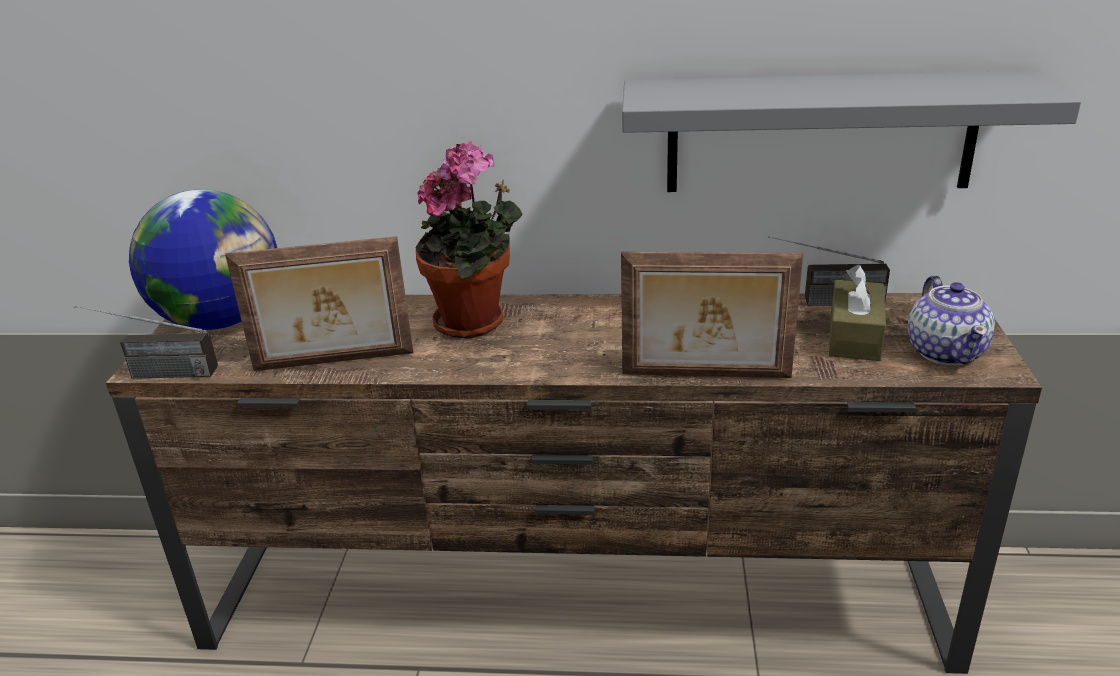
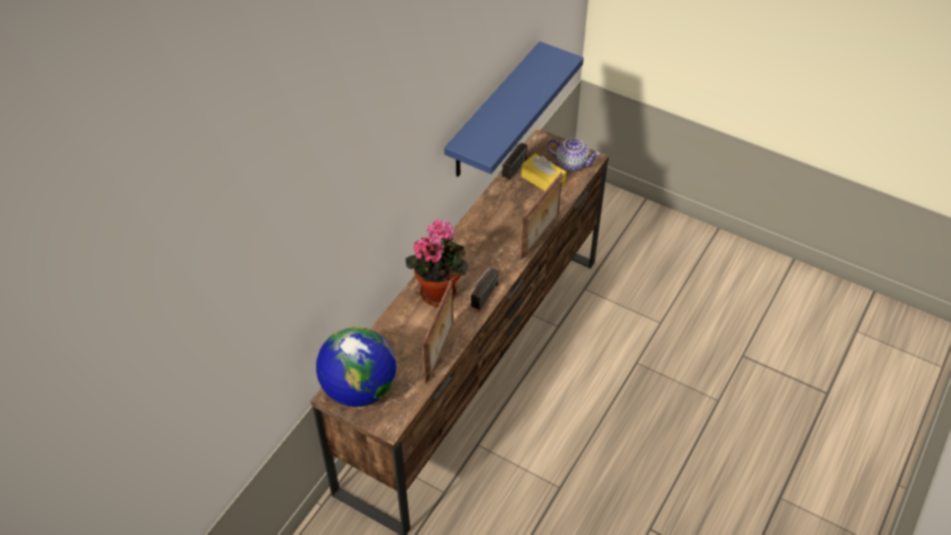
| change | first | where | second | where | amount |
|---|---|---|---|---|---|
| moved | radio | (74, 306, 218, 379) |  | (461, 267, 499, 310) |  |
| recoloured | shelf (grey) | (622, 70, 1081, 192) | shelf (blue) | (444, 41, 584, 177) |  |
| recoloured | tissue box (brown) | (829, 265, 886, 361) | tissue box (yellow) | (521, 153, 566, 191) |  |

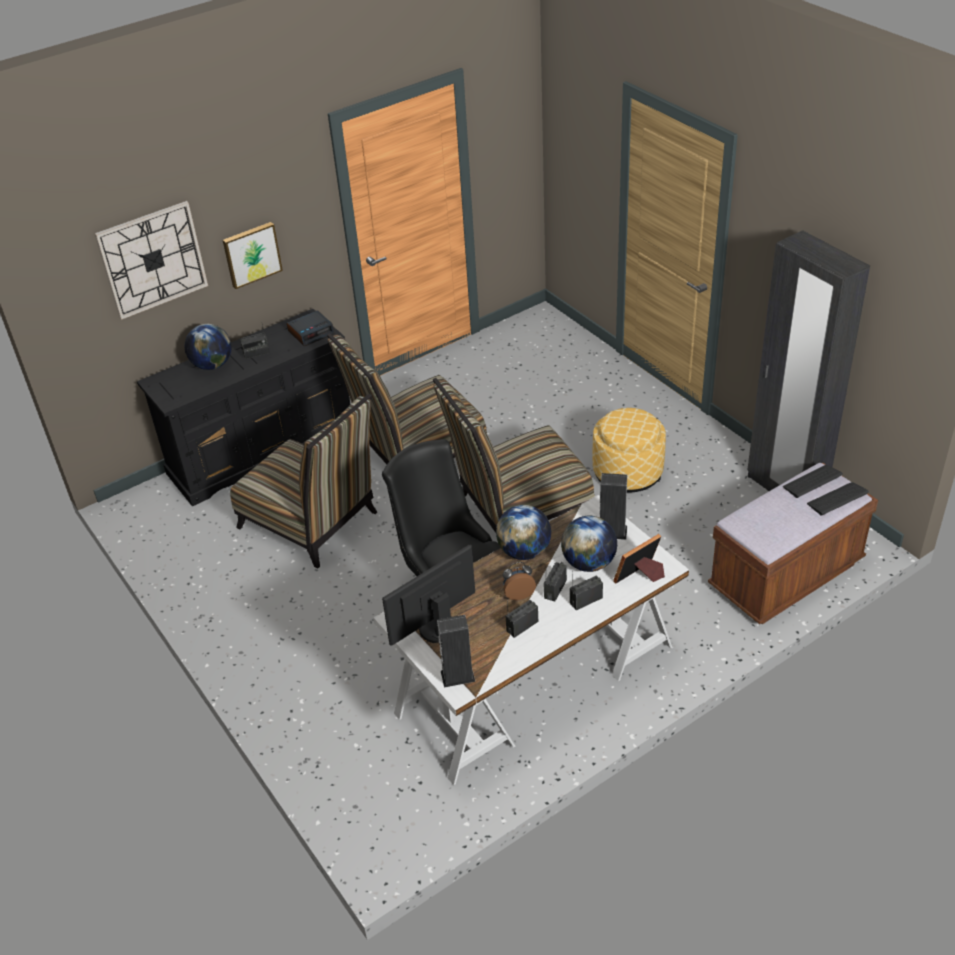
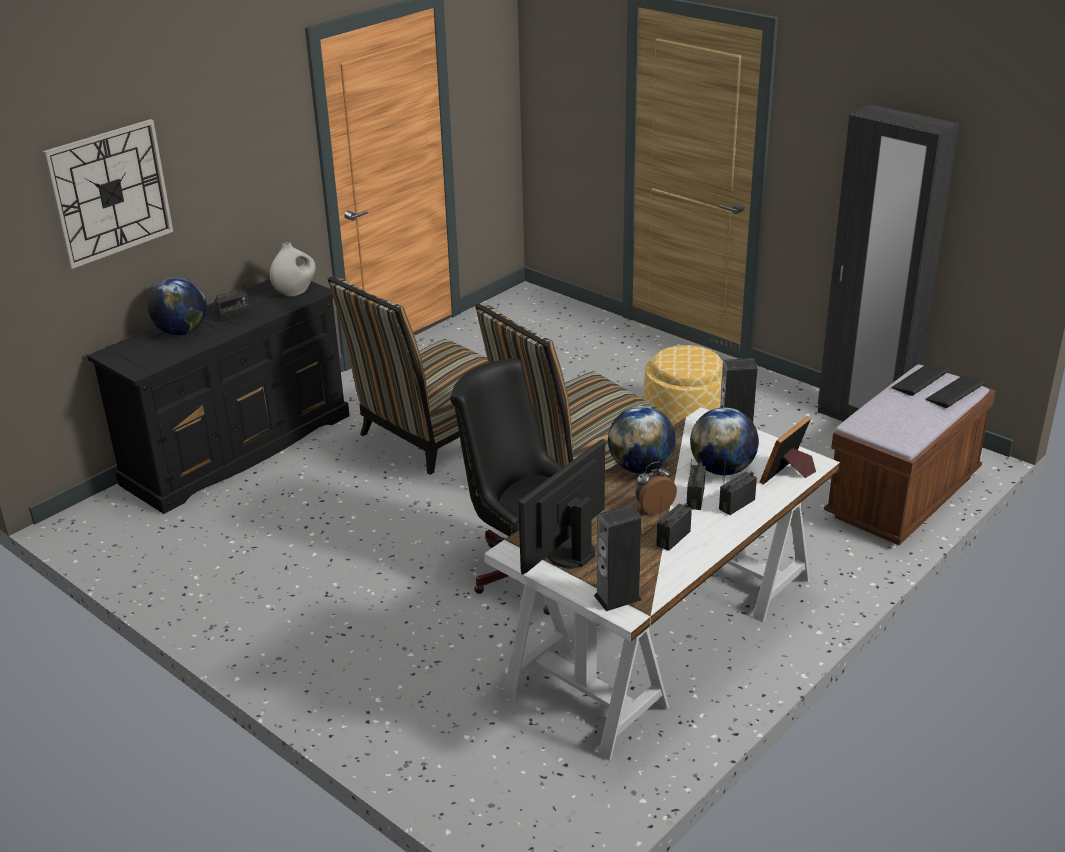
| change | first | where | second | where | amount |
|---|---|---|---|---|---|
| removed | picture | (223, 222, 283, 289) |  |  |  |
| removed | chair | (230, 394, 377, 569) |  |  |  |
| replaced | alarm clock | (287, 310, 335, 346) | vase (white) | (270, 242, 316, 296) |  |

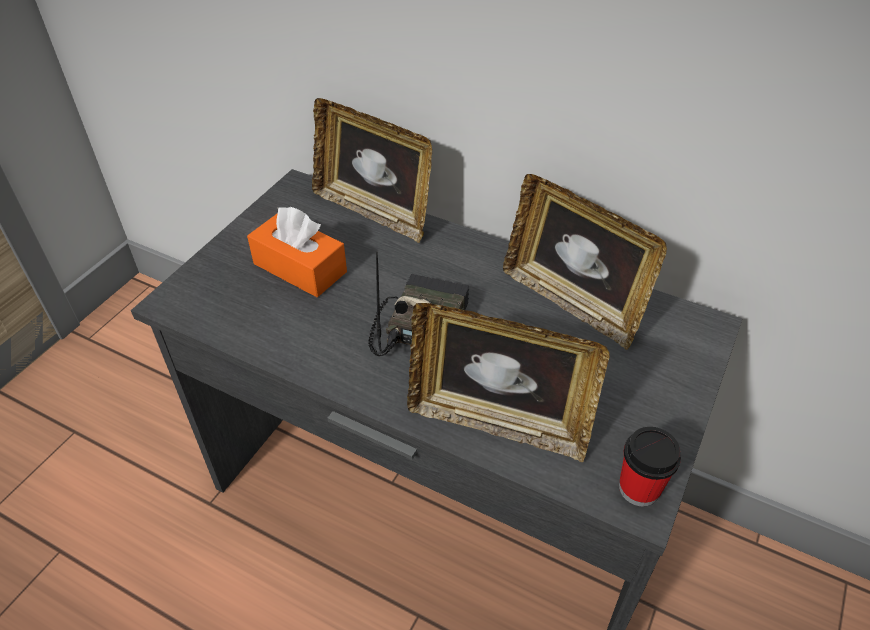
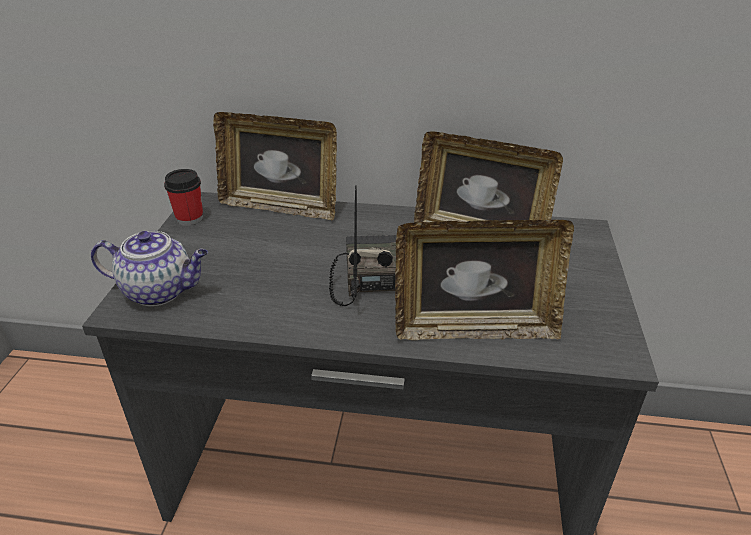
| change | first | where | second | where | amount |
|---|---|---|---|---|---|
| removed | tissue box (orange) | (247, 207, 347, 297) |  |  |  |
| added |  |  | teapot | (91, 231, 208, 306) |  |
| moved | cup | (619, 427, 681, 506) |  | (164, 169, 203, 226) |  |

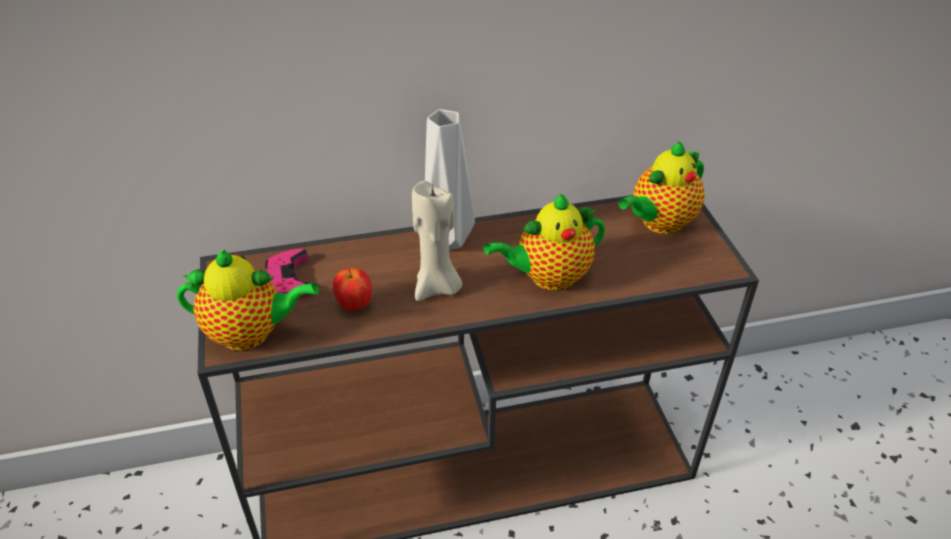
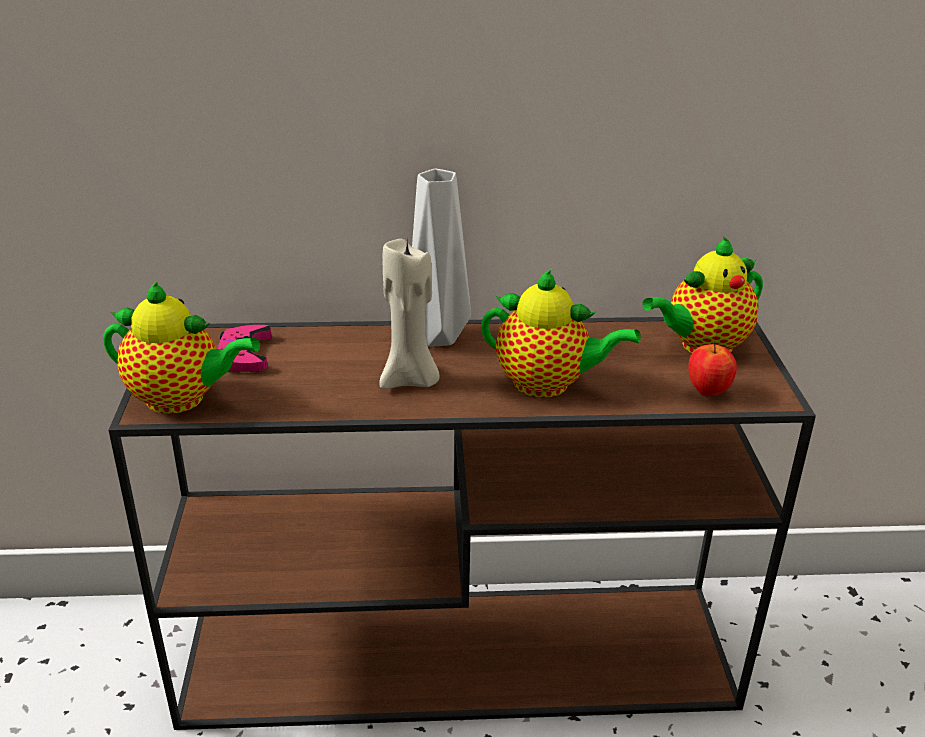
| change | first | where | second | where | amount |
|---|---|---|---|---|---|
| moved | apple | (333, 267, 372, 311) |  | (688, 342, 737, 397) |  |
| turned | teapot | (484, 193, 605, 291) |  | (481, 269, 641, 398) | 150 degrees counterclockwise |

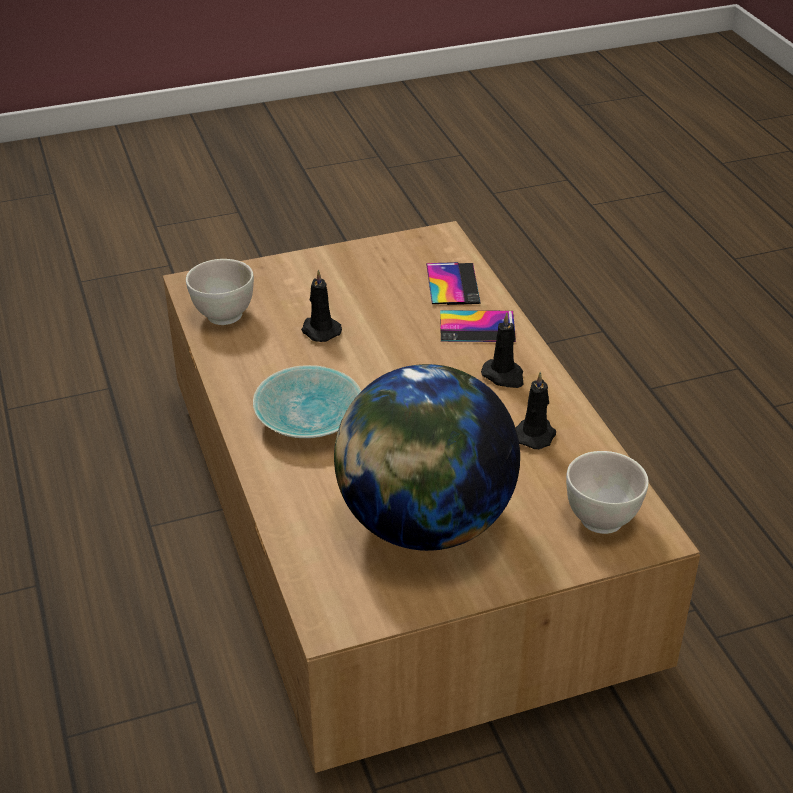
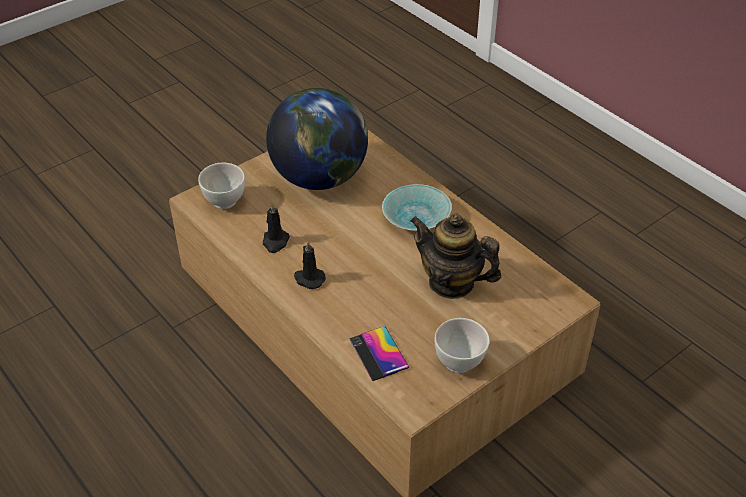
| change | first | where | second | where | amount |
|---|---|---|---|---|---|
| removed | phone | (440, 310, 516, 342) |  |  |  |
| moved | bowl (white) | (186, 259, 254, 325) |  | (435, 318, 490, 373) |  |
| replaced | candle (black) | (301, 270, 342, 342) | teapot | (410, 214, 502, 299) |  |

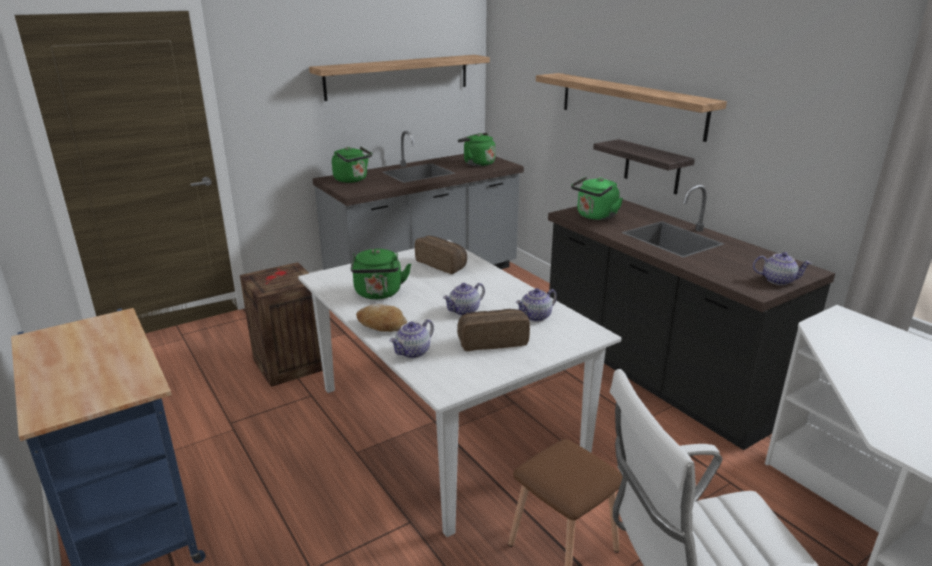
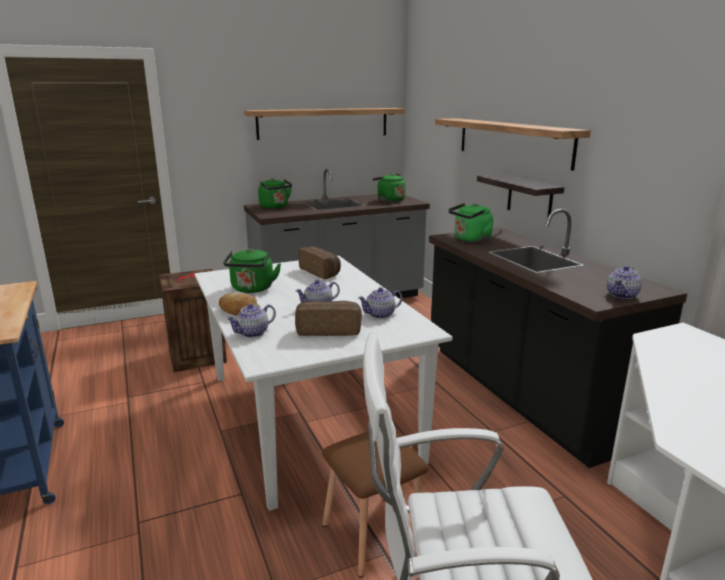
| change | first | where | second | where | amount |
|---|---|---|---|---|---|
| turned | teapot | (753, 252, 812, 285) |  | (607, 266, 642, 299) | 105 degrees clockwise |

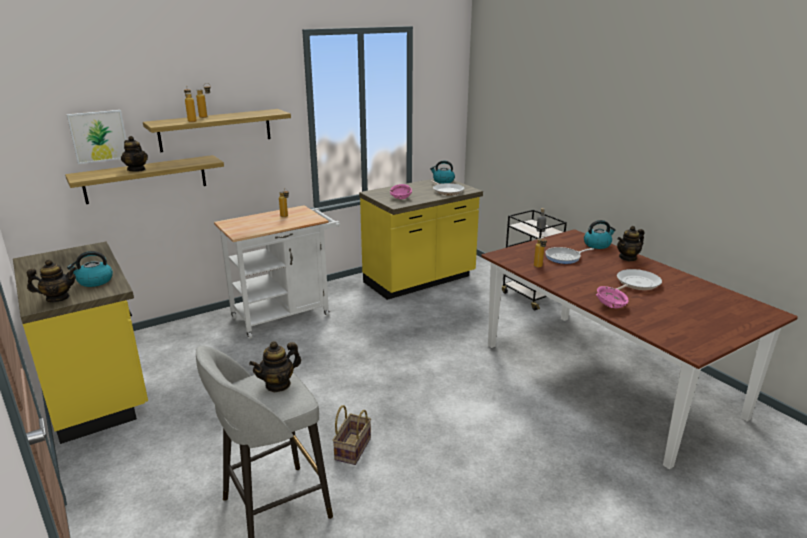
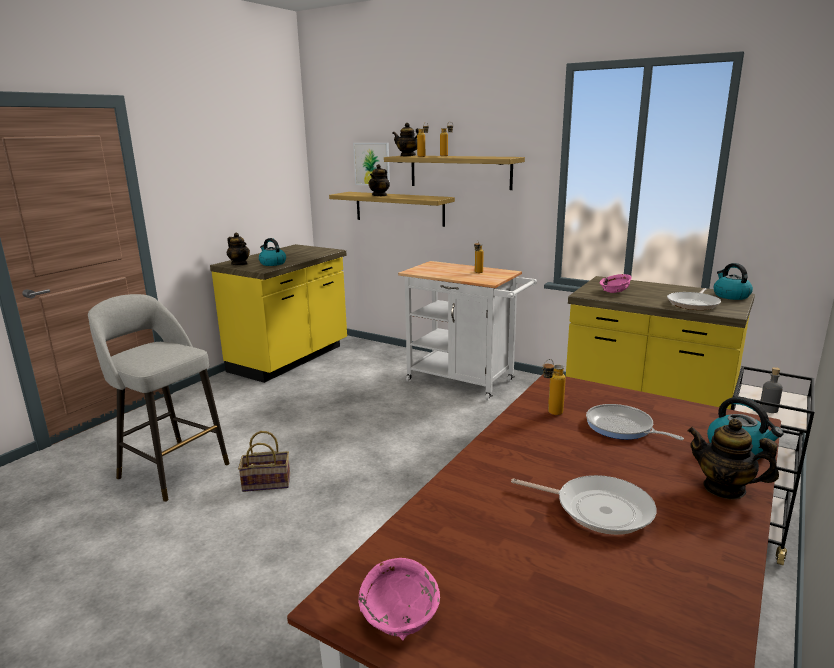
| change | first | where | second | where | amount |
|---|---|---|---|---|---|
| moved | teapot | (249, 341, 301, 392) |  | (392, 123, 419, 156) |  |
| moved | bowl (pink) | (596, 286, 628, 308) |  | (358, 558, 440, 641) |  |

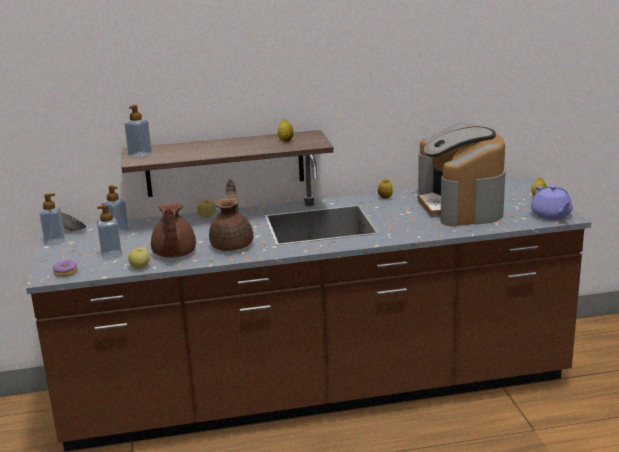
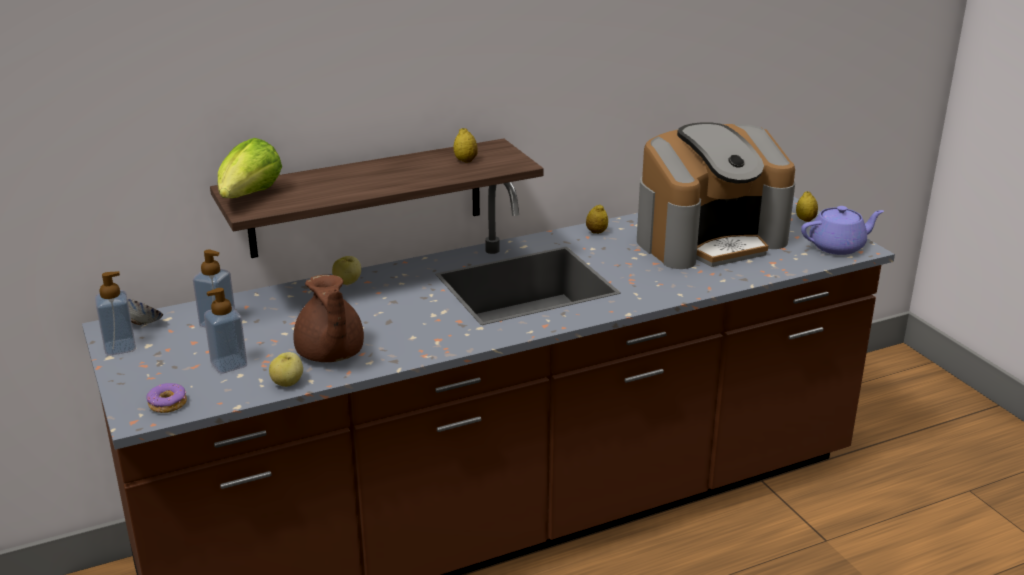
| change | first | where | second | where | amount |
|---|---|---|---|---|---|
| removed | teapot (brown) | (209, 179, 253, 251) |  |  |  |
| replaced | soap dispenser | (124, 105, 152, 158) | lettuce | (217, 138, 282, 198) |  |
| turned | coffee machine | (418, 123, 506, 227) |  | (637, 122, 795, 269) | 90 degrees counterclockwise |
| turned | teapot (purple) | (531, 185, 572, 220) |  | (801, 206, 884, 255) | 75 degrees counterclockwise |

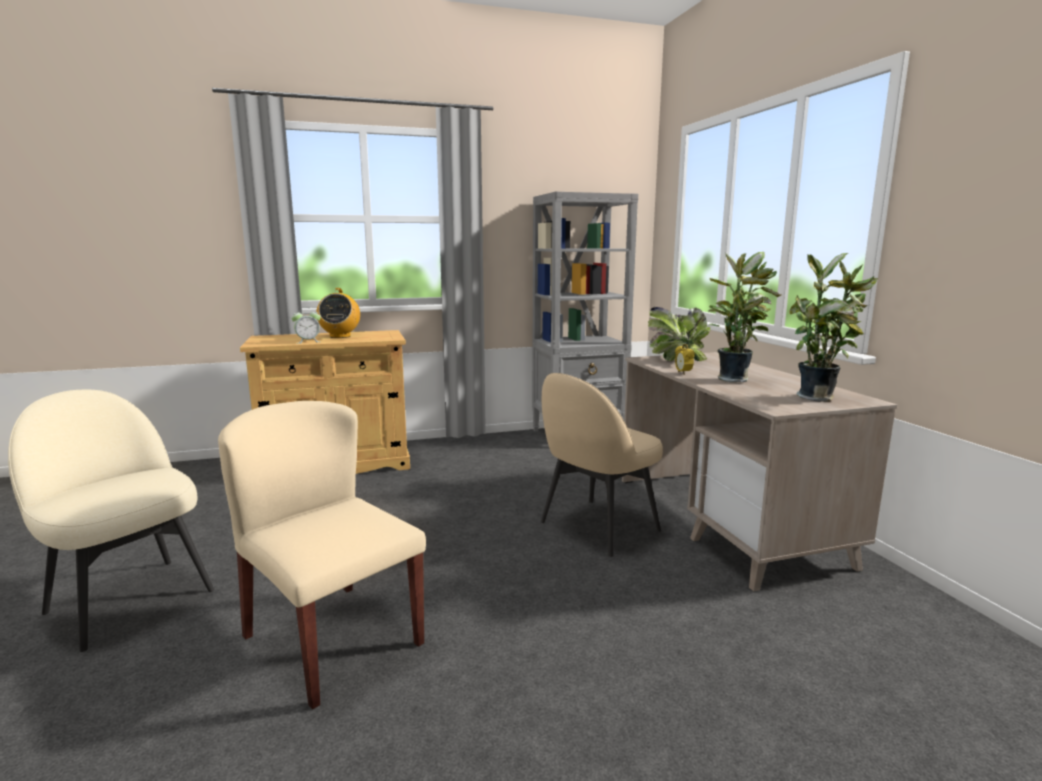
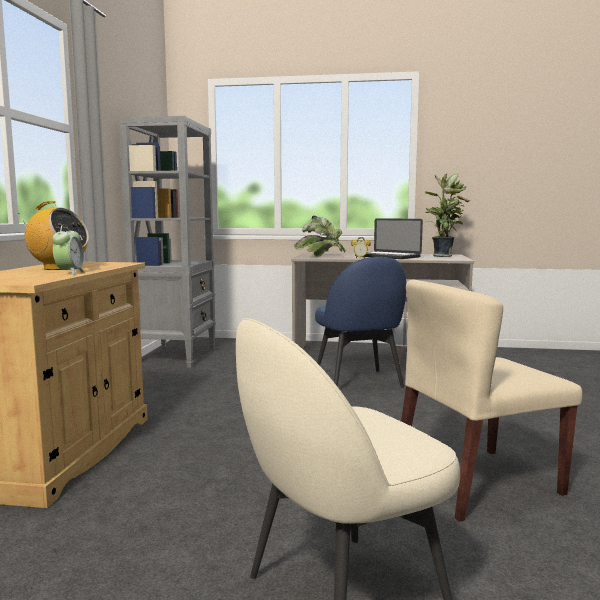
| change | first | where | second | where | amount |
|---|---|---|---|---|---|
| replaced | potted plant | (709, 252, 781, 382) | laptop | (355, 218, 423, 259) |  |
| recoloured | chair (beige) | (541, 373, 663, 557) | chair (blue) | (315, 257, 406, 388) |  |

